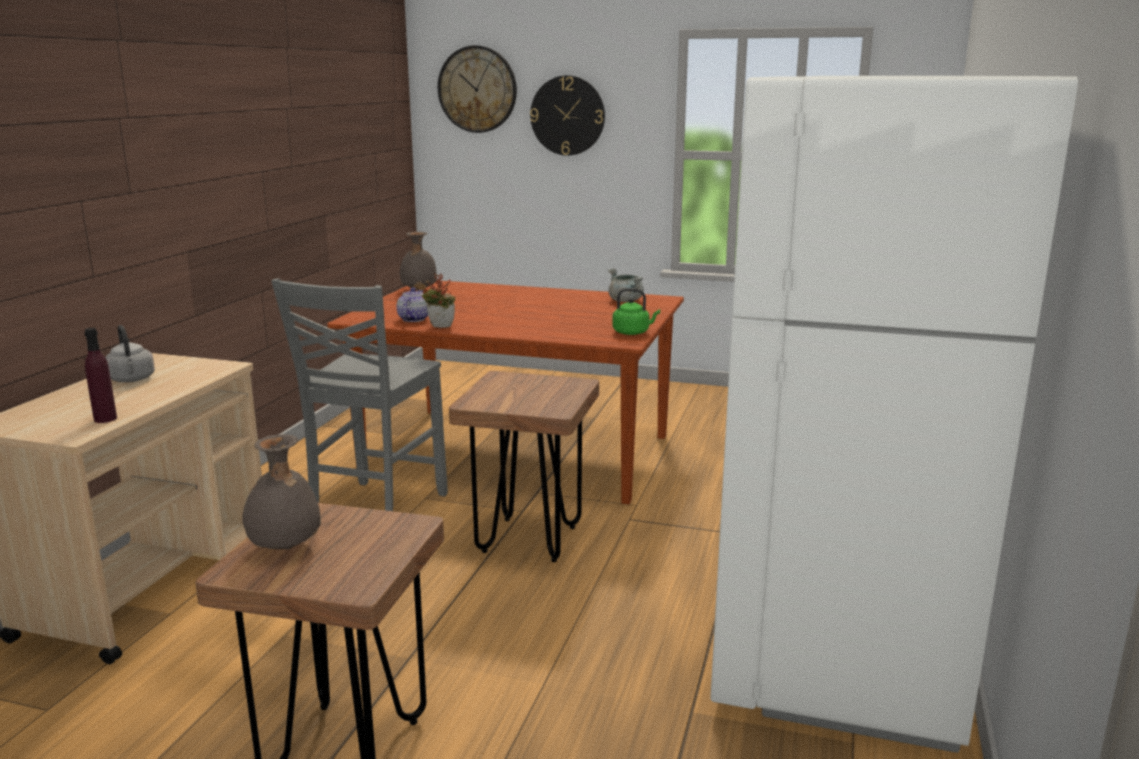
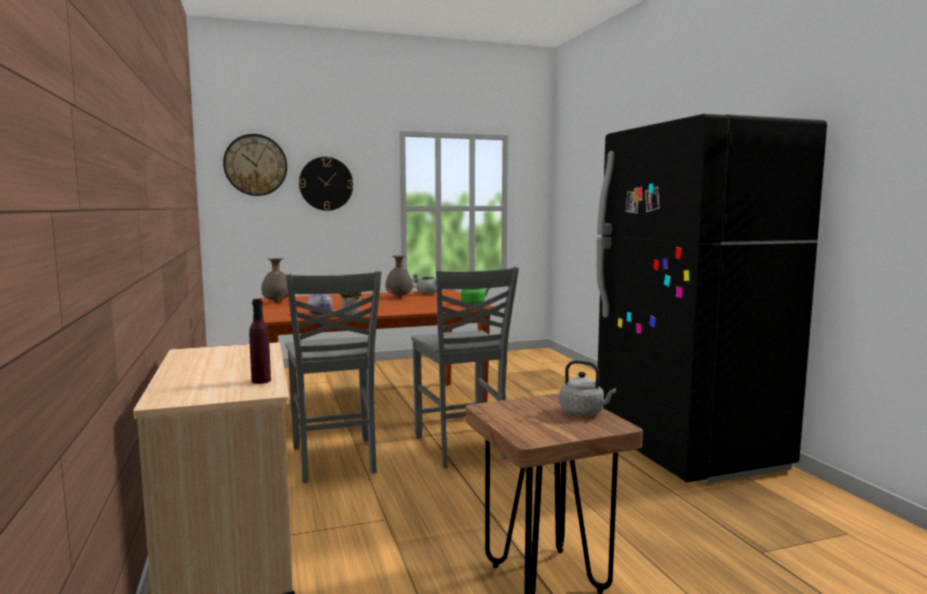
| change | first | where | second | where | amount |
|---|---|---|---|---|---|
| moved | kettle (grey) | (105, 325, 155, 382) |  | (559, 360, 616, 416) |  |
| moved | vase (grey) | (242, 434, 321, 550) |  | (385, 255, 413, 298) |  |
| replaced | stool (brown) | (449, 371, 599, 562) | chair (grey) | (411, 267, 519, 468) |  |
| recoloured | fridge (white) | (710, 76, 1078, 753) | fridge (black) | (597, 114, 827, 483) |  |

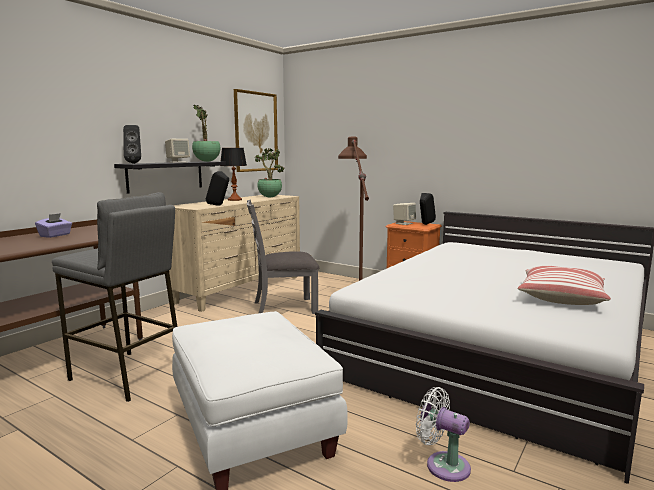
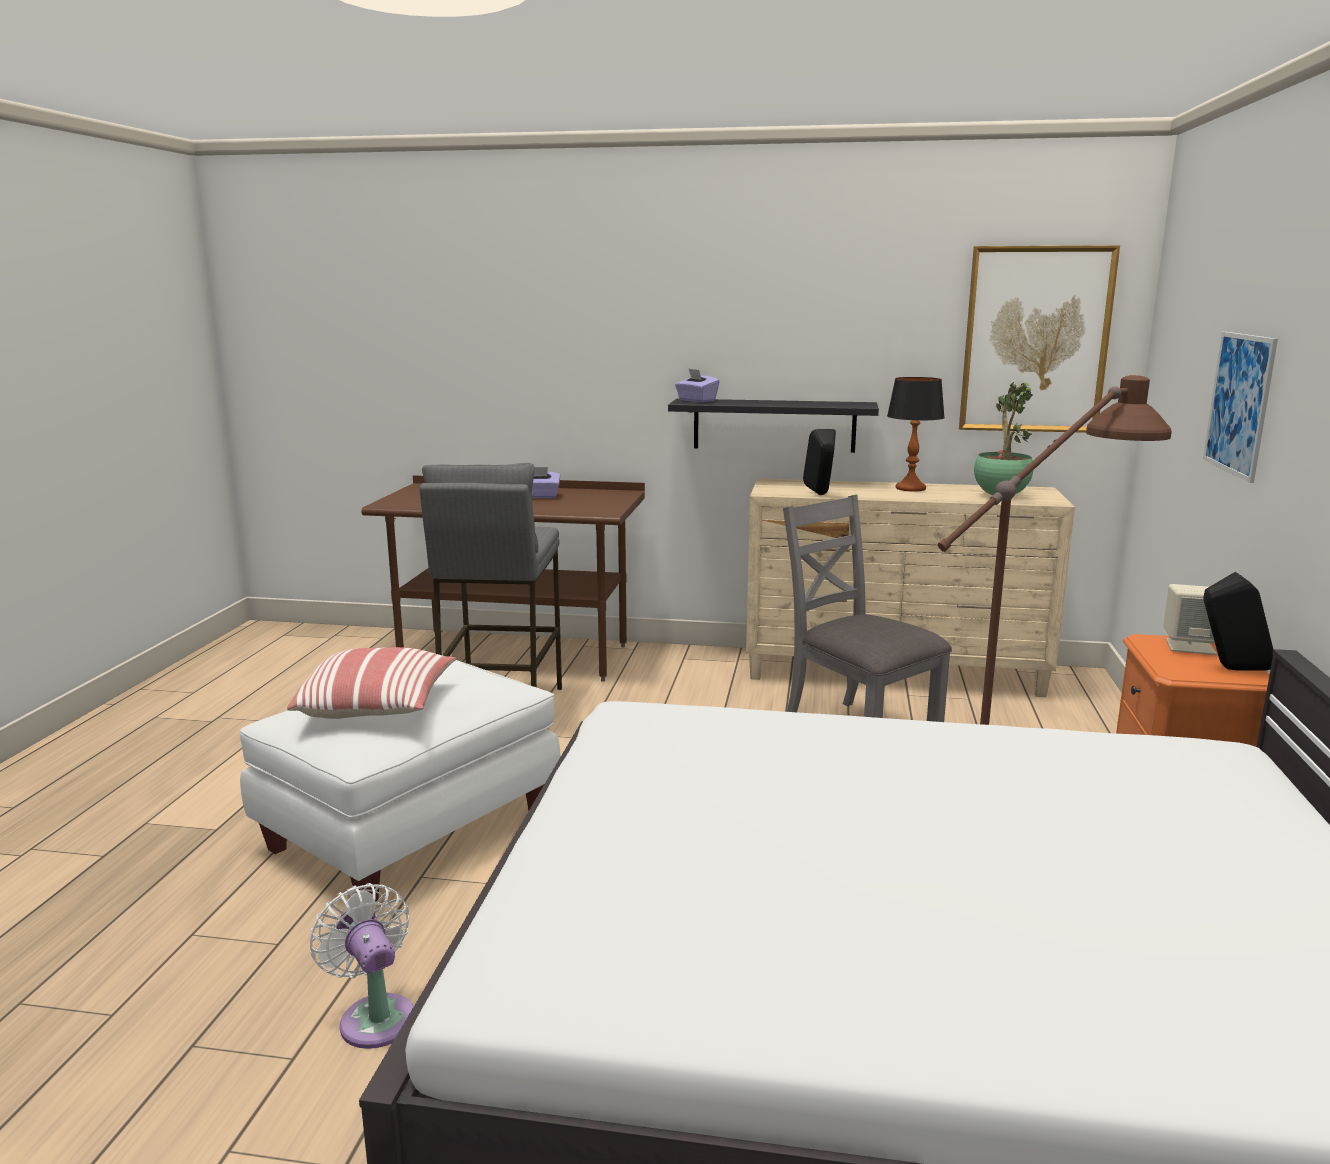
| change | first | where | second | where | amount |
|---|---|---|---|---|---|
| removed | speaker (beige) | (165, 139, 190, 163) |  |  |  |
| removed | potted plant | (192, 105, 220, 162) |  |  |  |
| added |  |  | picture | (1203, 332, 1278, 483) |  |
| moved | pillow | (518, 266, 611, 305) |  | (287, 647, 456, 719) |  |
| replaced | speaker (black) | (123, 125, 141, 164) | tissue box (purple) | (675, 368, 719, 402) |  |
| turned | fan (white) | (416, 387, 471, 482) |  | (310, 883, 414, 1049) | 45 degrees counterclockwise |

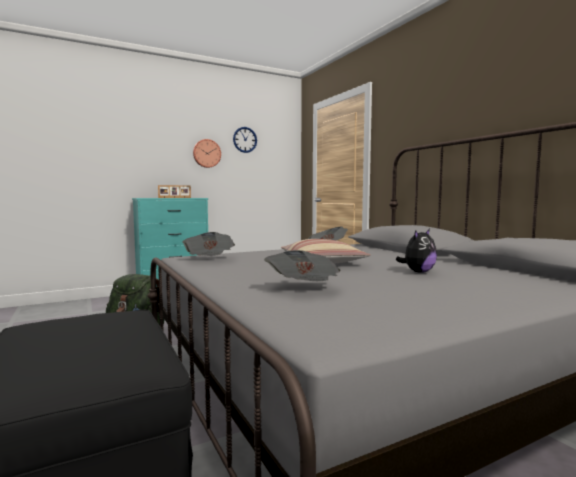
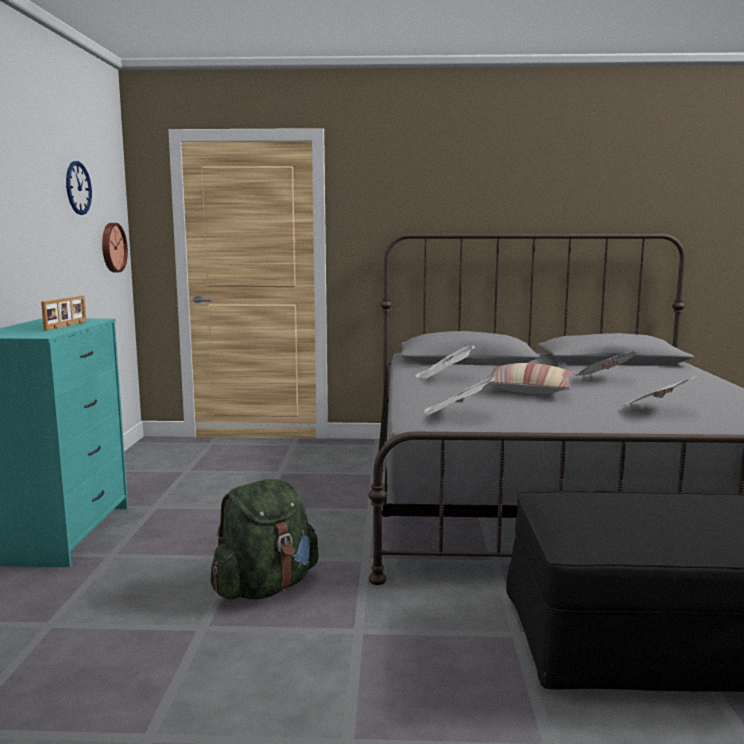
| change | first | where | second | where | amount |
|---|---|---|---|---|---|
| moved | wall clock | (193, 139, 221, 168) |  | (102, 223, 128, 272) |  |
| replaced | plush toy | (396, 229, 437, 273) | newspaper | (576, 351, 637, 376) |  |

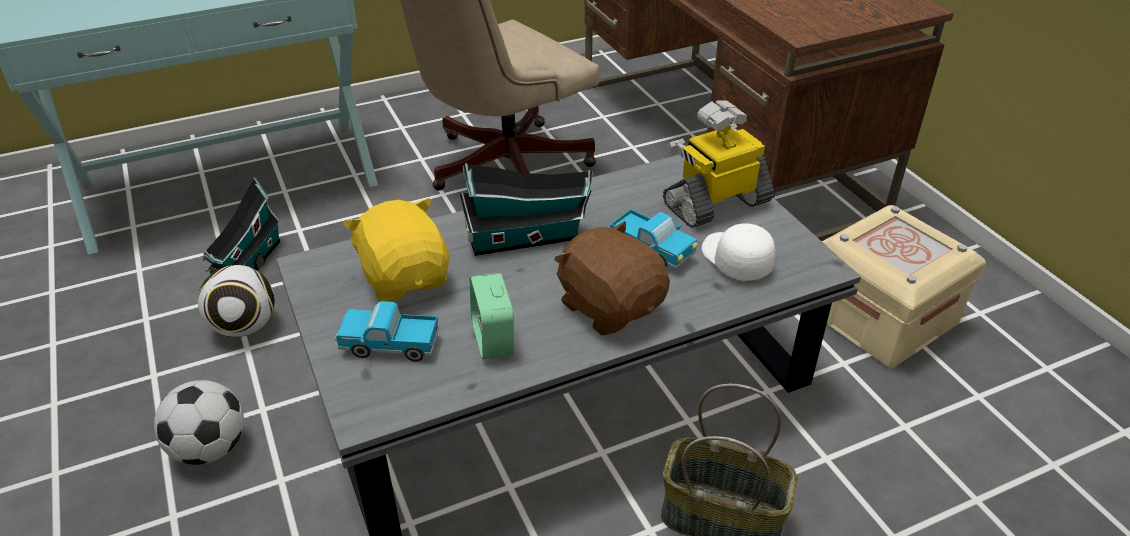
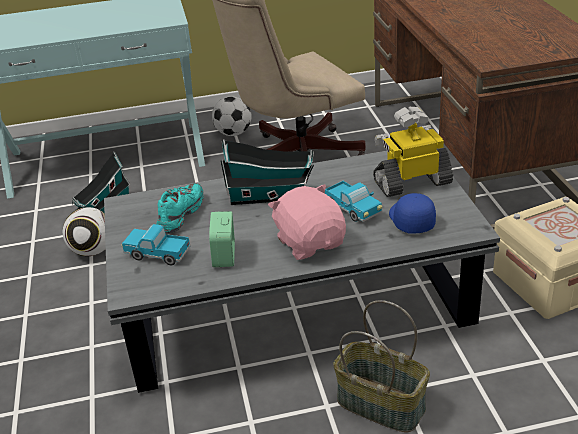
| change | first | where | second | where | amount |
|---|---|---|---|---|---|
| moved | football | (154, 380, 244, 465) |  | (212, 96, 251, 136) |  |
| replaced | plush toy (yellow) | (343, 198, 449, 302) | shoe (turquoise) | (156, 183, 204, 233) |  |
| recoloured | plush toy (brown) | (554, 221, 670, 335) | plush toy (pink) | (268, 184, 346, 260) |  |
| recoloured | cap (white) | (702, 223, 775, 281) | cap (blue) | (389, 193, 436, 233) |  |

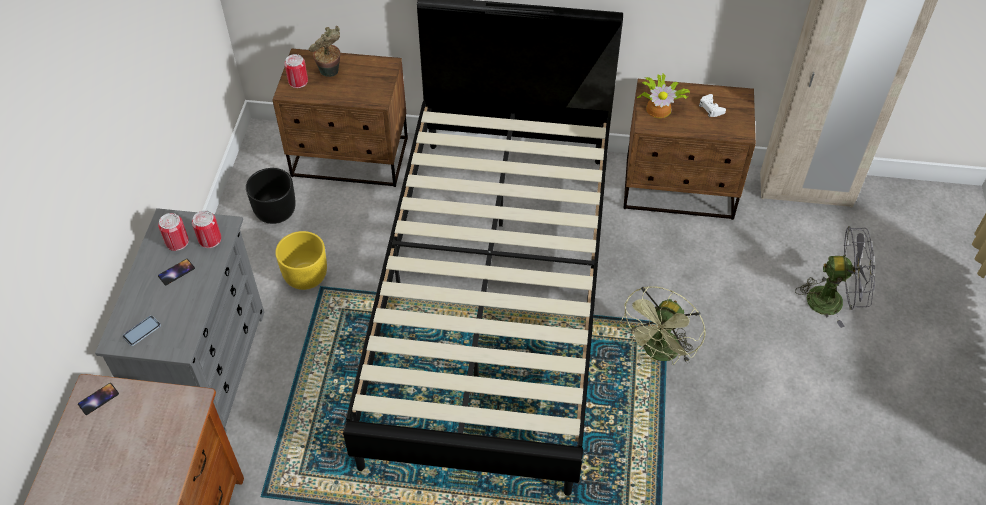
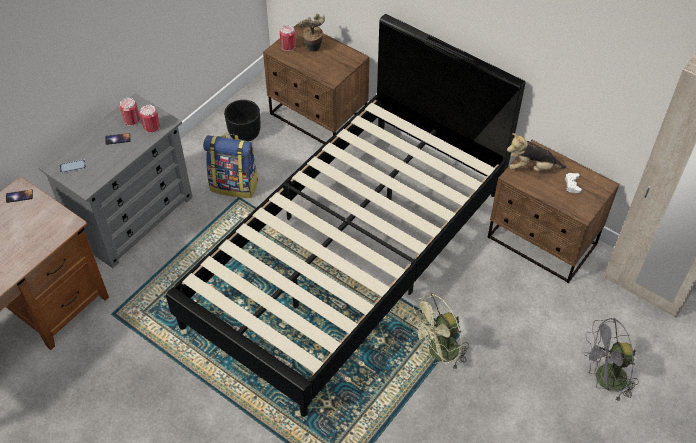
| change | first | where | second | where | amount |
|---|---|---|---|---|---|
| replaced | planter (yellow) | (275, 231, 327, 290) | backpack | (203, 133, 259, 198) |  |
| replaced | potted plant | (637, 74, 690, 118) | plush toy | (507, 133, 566, 171) |  |
| turned | fan (grey) | (795, 226, 875, 328) |  | (583, 318, 639, 401) | 135 degrees clockwise |

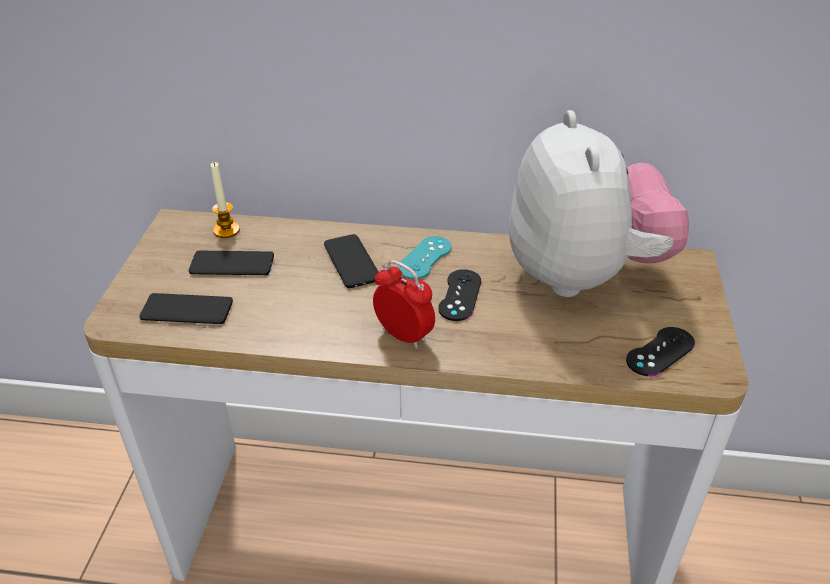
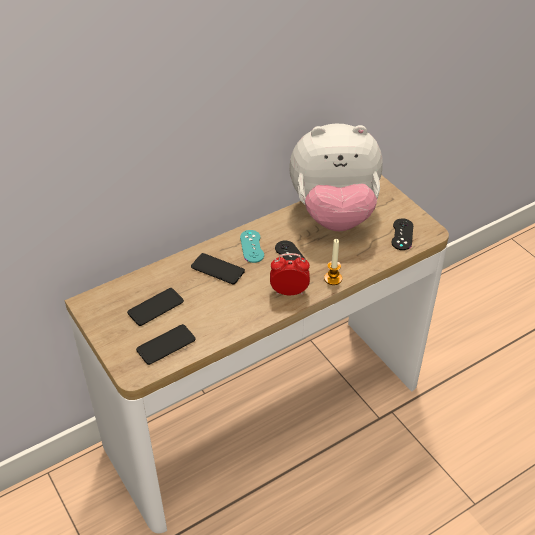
| change | first | where | second | where | amount |
|---|---|---|---|---|---|
| moved | candle | (210, 162, 240, 238) |  | (324, 239, 342, 285) |  |
| turned | plush toy | (509, 110, 689, 297) |  | (289, 124, 383, 231) | 135 degrees clockwise |

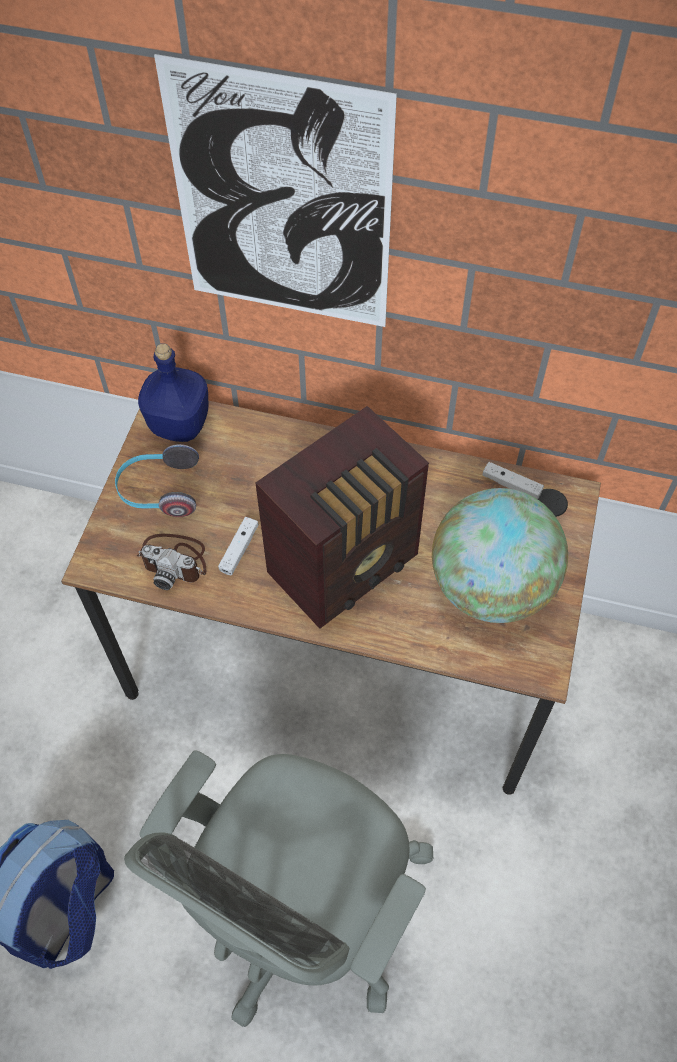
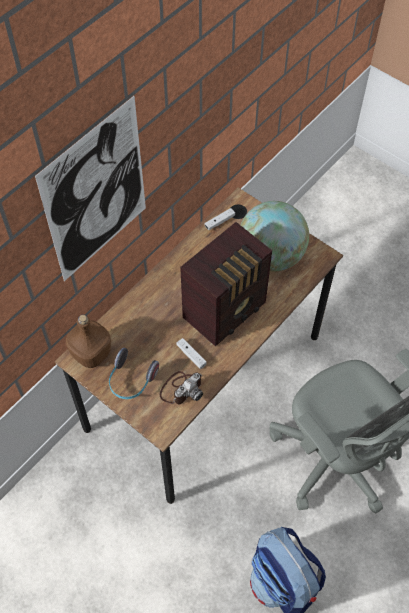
| change | first | where | second | where | amount |
|---|---|---|---|---|---|
| recoloured | bottle (blue) | (138, 343, 209, 442) | bottle (brown) | (66, 315, 111, 368) |  |
| turned | radio | (256, 406, 429, 629) |  | (180, 222, 272, 347) | 60 degrees clockwise |

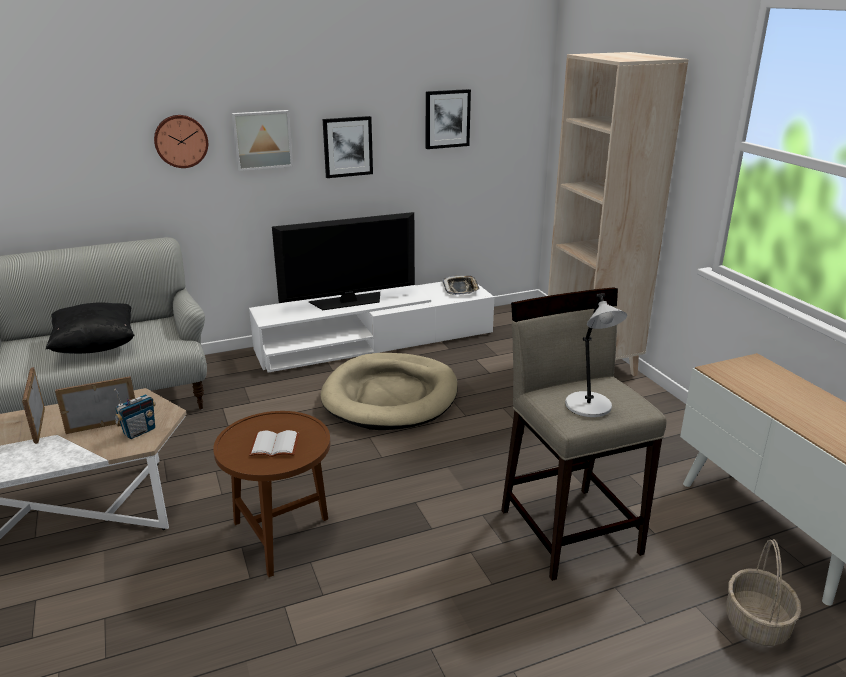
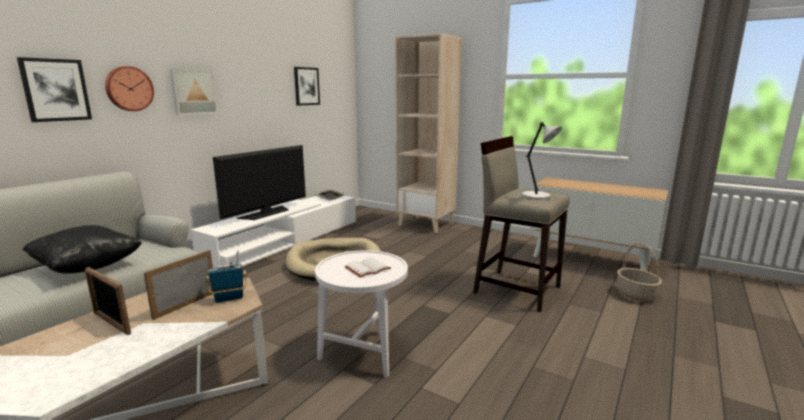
| change | first | where | second | where | amount |
|---|---|---|---|---|---|
| moved | picture | (323, 116, 373, 178) |  | (17, 57, 92, 122) |  |
| recoloured | side table (brown) | (213, 411, 330, 577) | side table (white) | (315, 250, 408, 378) |  |
| turned | radio | (114, 389, 156, 439) |  | (206, 250, 247, 302) | 120 degrees counterclockwise |

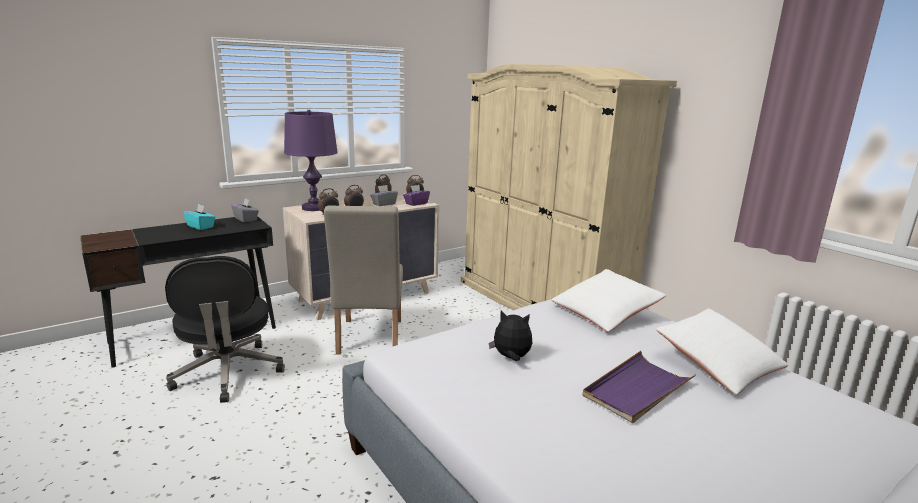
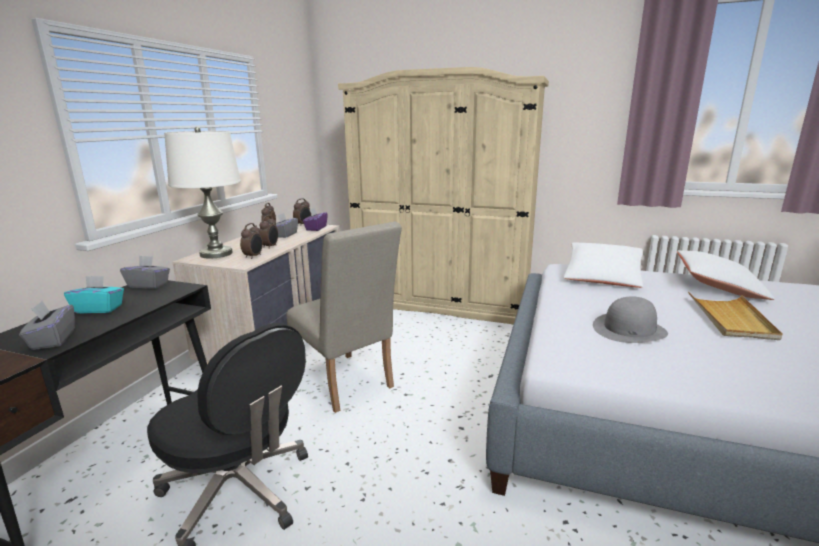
| change | first | where | second | where | amount |
|---|---|---|---|---|---|
| added |  |  | tissue box (grey) | (19, 301, 75, 350) |  |
| replaced | plush toy | (489, 311, 532, 361) | hat (grey) | (593, 297, 668, 343) |  |
| recoloured | table lamp (purple) | (284, 110, 338, 211) | table lamp (white) | (164, 127, 241, 259) |  |
| recoloured | tray (purple) | (582, 351, 695, 423) | tray (beige) | (688, 292, 783, 340) |  |

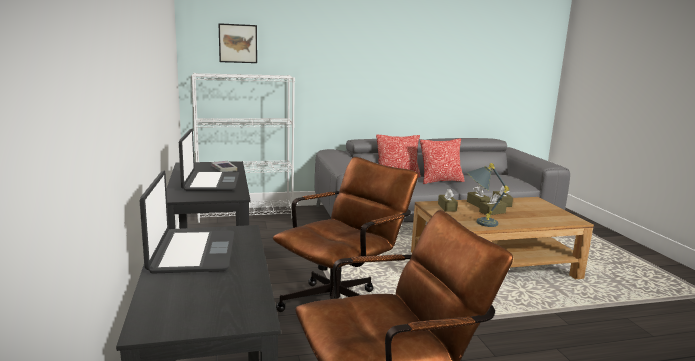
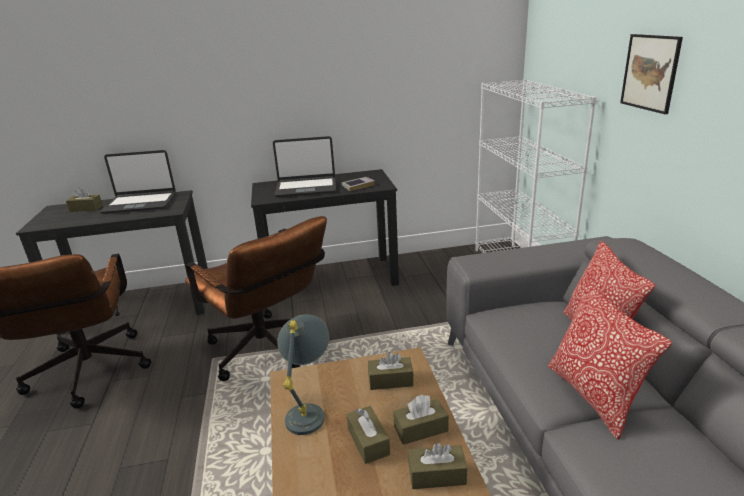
| change | first | where | second | where | amount |
|---|---|---|---|---|---|
| added |  |  | tissue box (brown) | (66, 187, 103, 212) |  |
| moved | picture | (218, 23, 257, 63) |  | (620, 34, 683, 114) |  |

